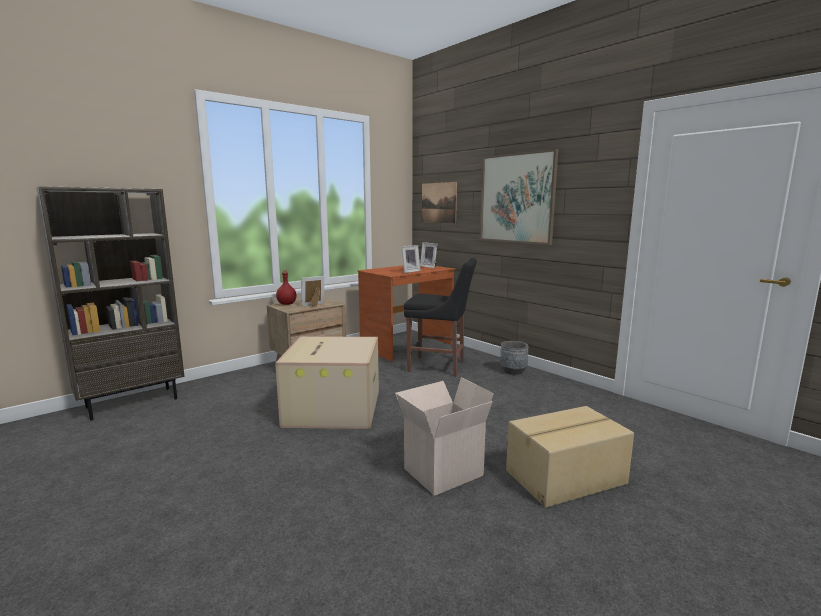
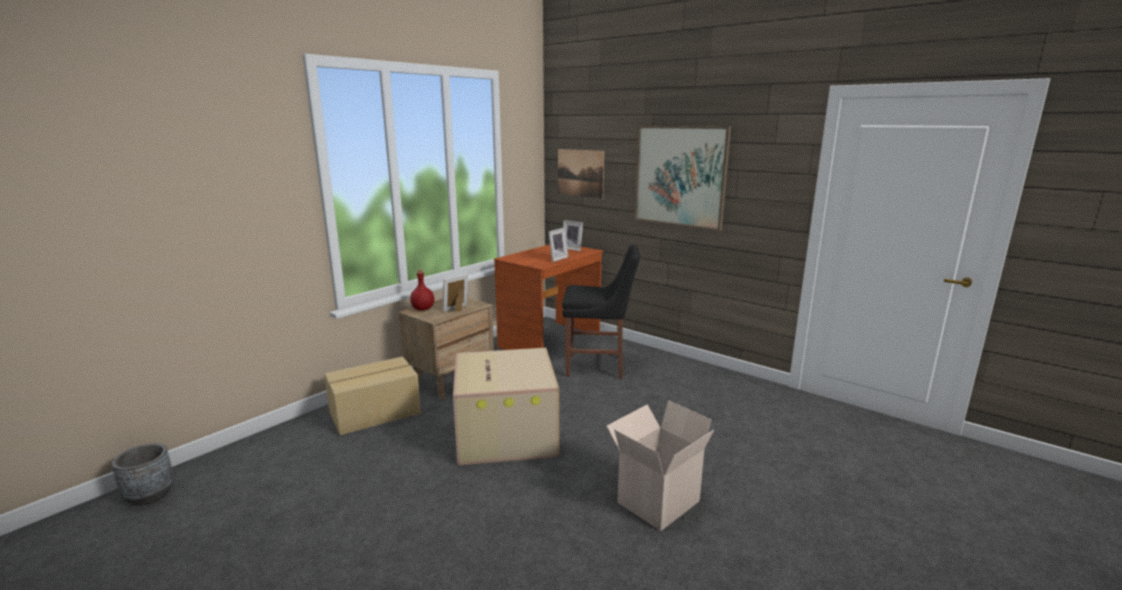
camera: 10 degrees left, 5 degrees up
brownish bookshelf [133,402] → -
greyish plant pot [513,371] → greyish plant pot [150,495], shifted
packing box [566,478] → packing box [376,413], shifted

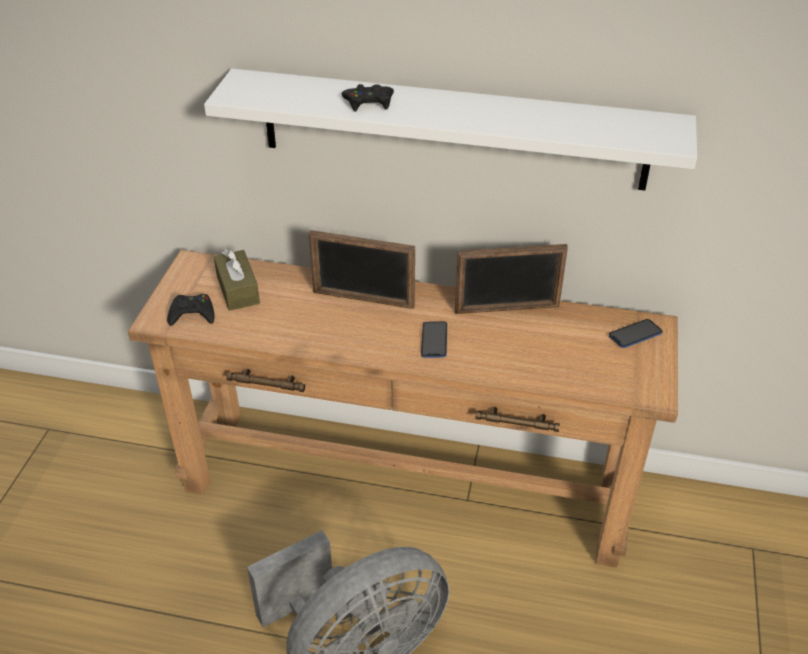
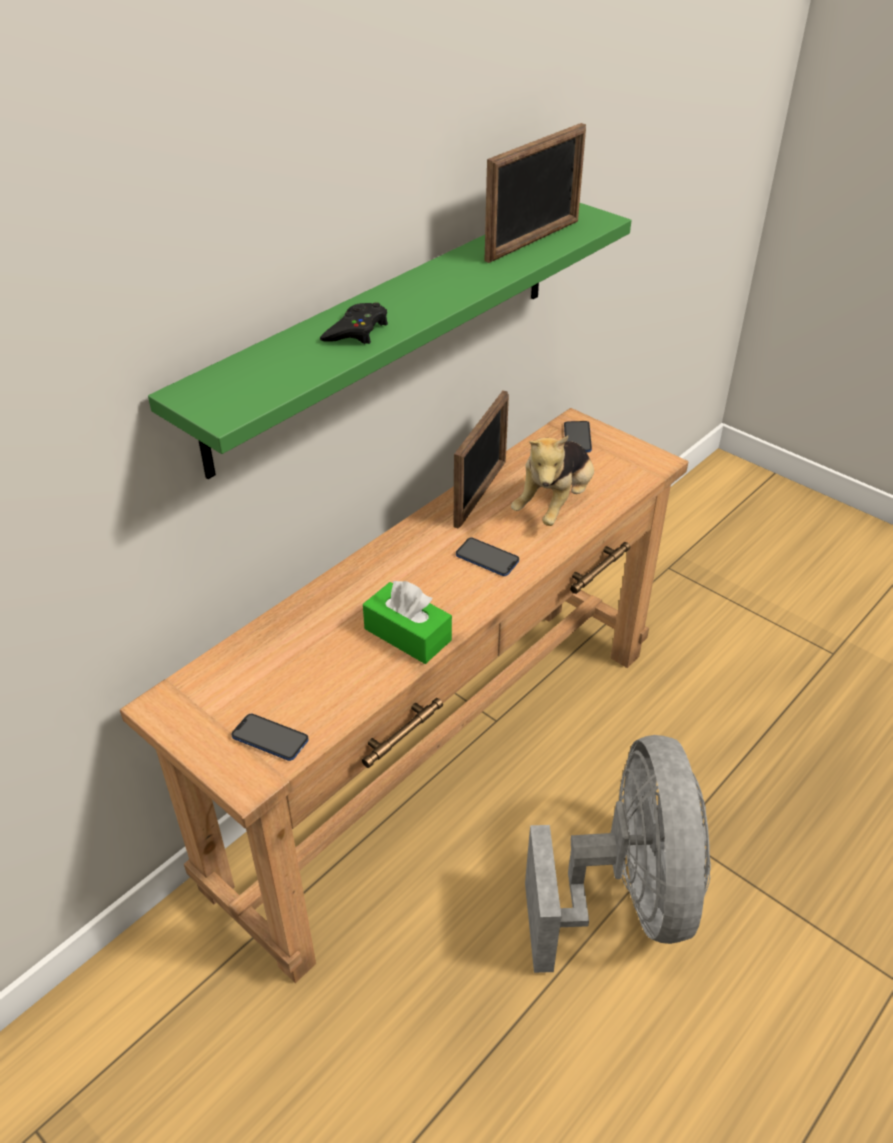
camera: 60 degrees left, 0 degrees up
white-coloured bracket shelf [452,129] → green bracket shelf [389,329]
standing frame [363,299] → standing frame [533,241], shifted
brownish tissue box [238,289] → -
black gamepad [192,314] → phone [270,738]
- → soft toy [554,504]
- → green tissue box [407,634]

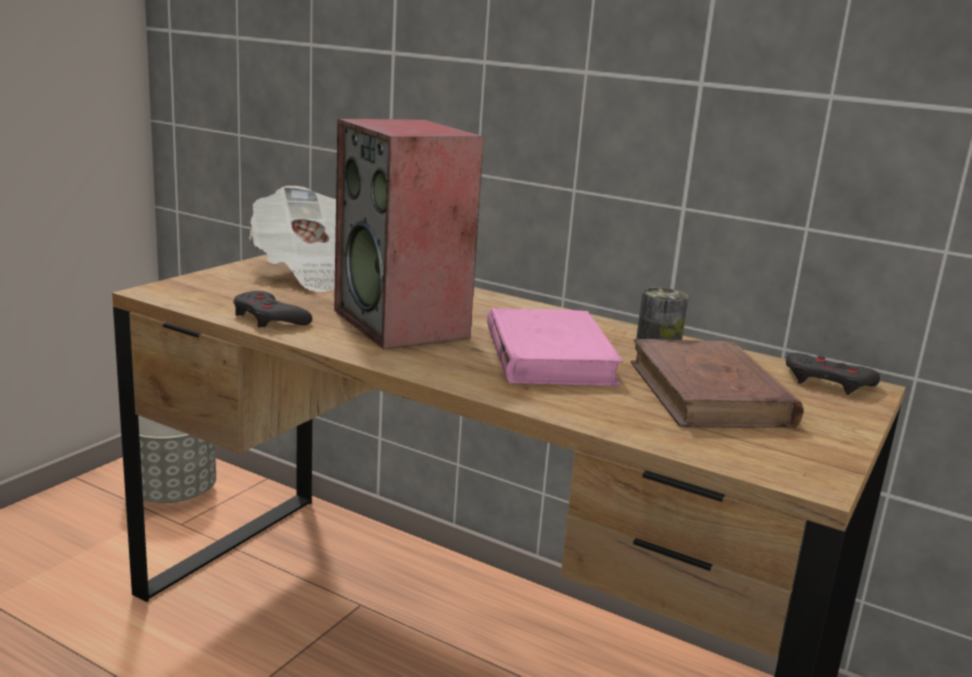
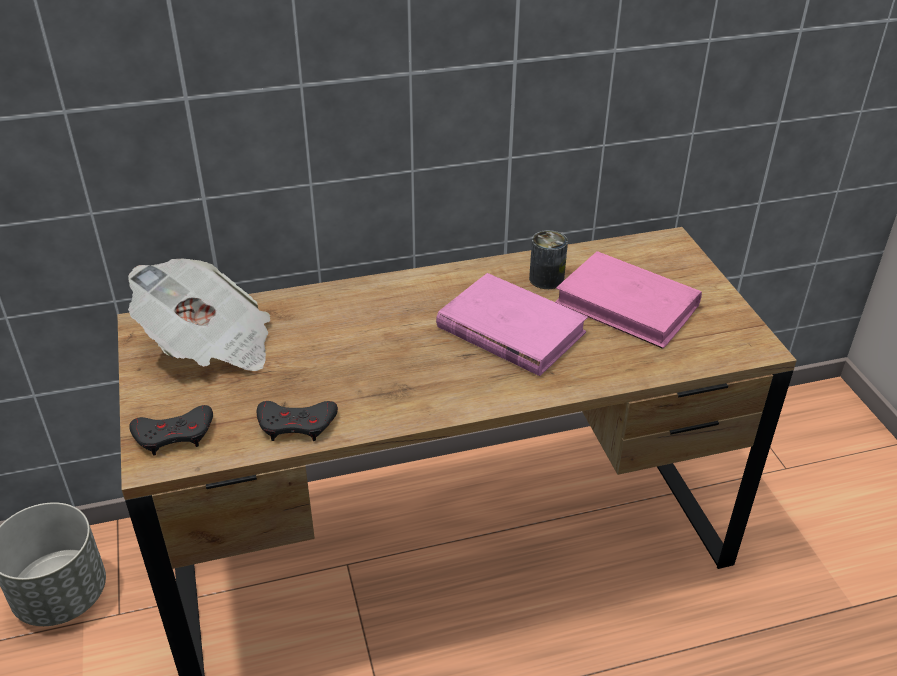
camera: 45 degrees left, 20 degrees up
loudspeaker [403,324] → -
brownish volume [709,393] → pinkish volume [627,305]
greyish gamepad [828,382] → greyish gamepad [174,435], shifted

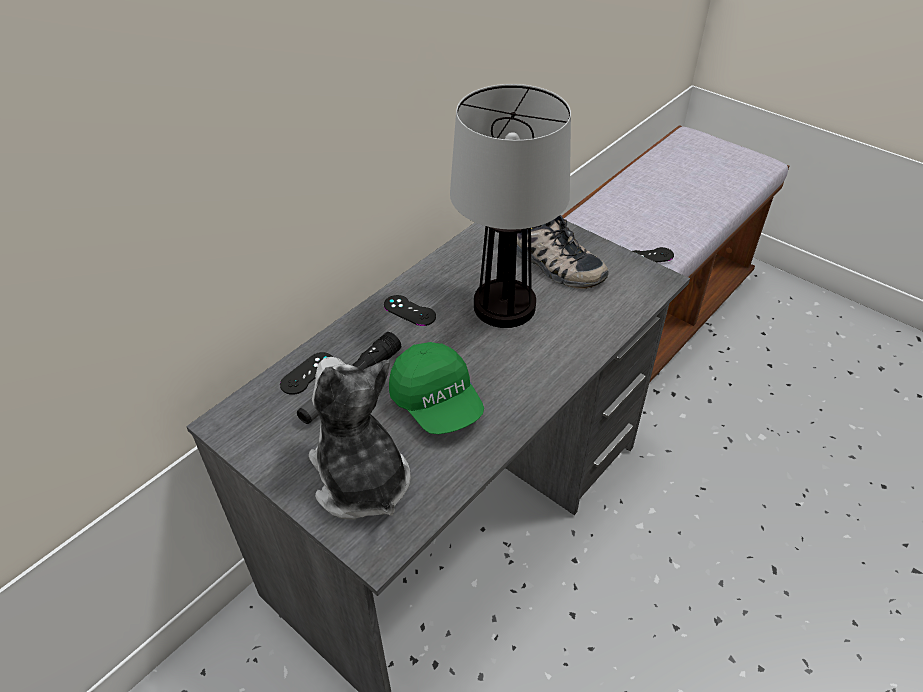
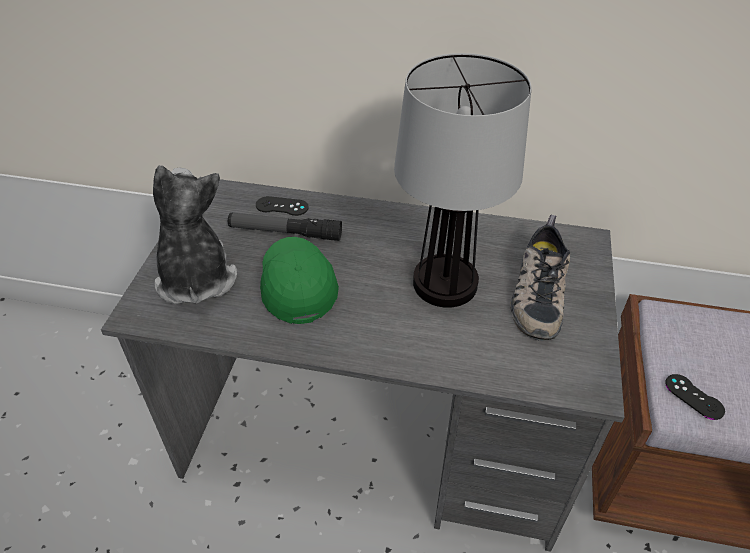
camera: 60 degrees right, 0 degrees up
black gamepad [409,311] → -
green baseball cap [437,403] → green baseball cap [297,287], 135 degrees clockwise
soft toy [360,479] → soft toy [196,277], 45 degrees counterclockwise

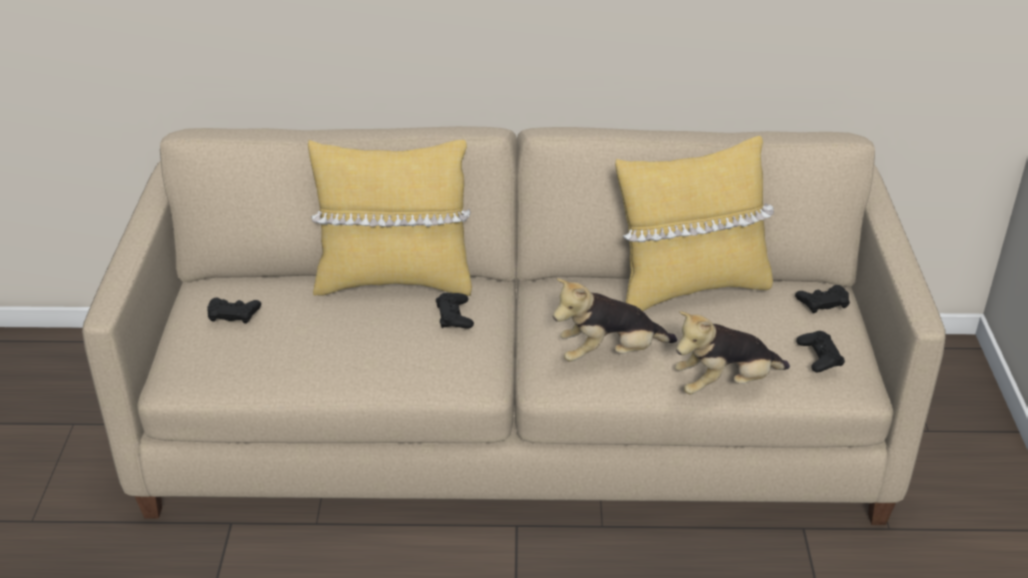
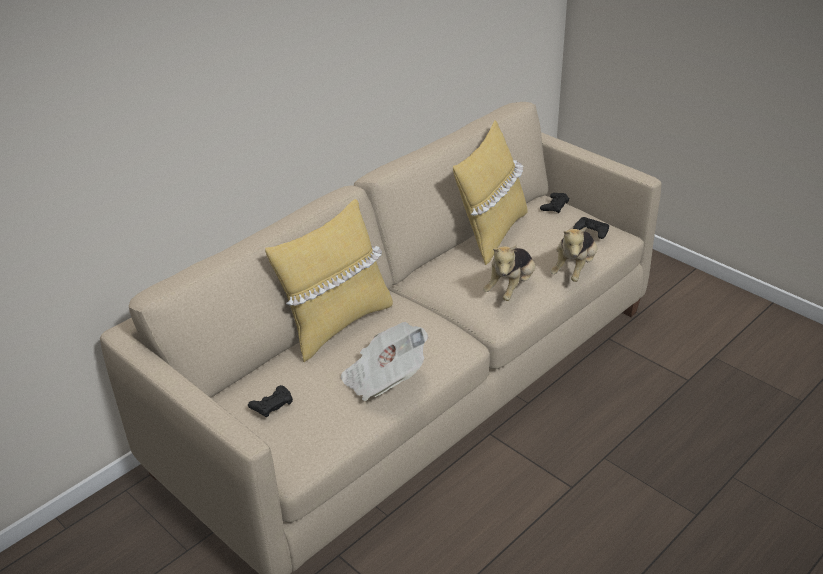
camera: 45 degrees left, 0 degrees up
black gamepad [454,316] → -
- → newspaper [384,378]

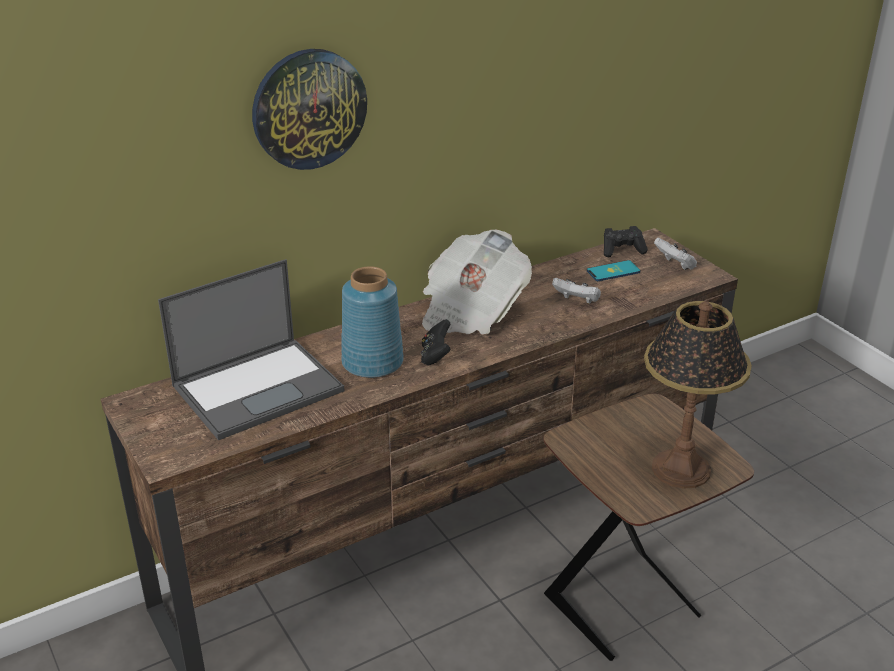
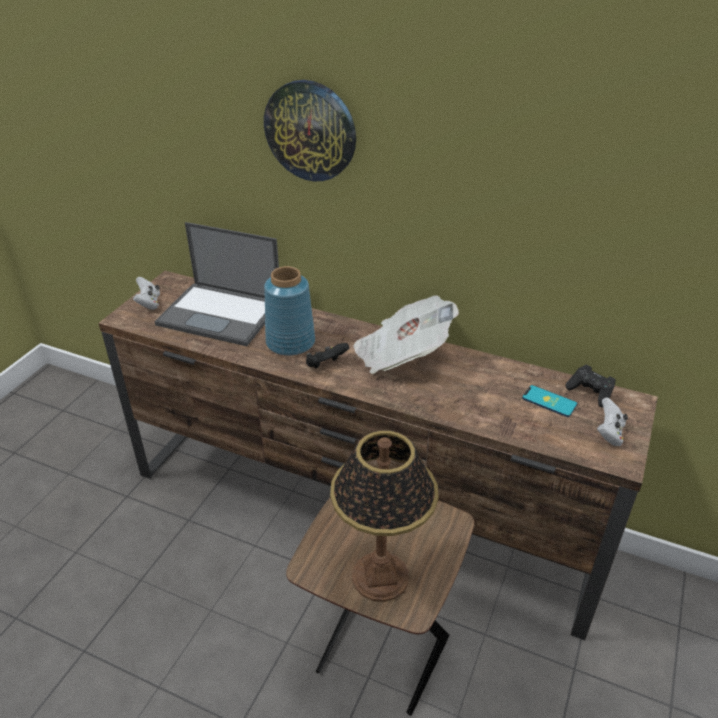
camera: 55 degrees right, 5 degrees up
white-coloured gamepad [577,301] → white-coloured gamepad [149,303], shifted

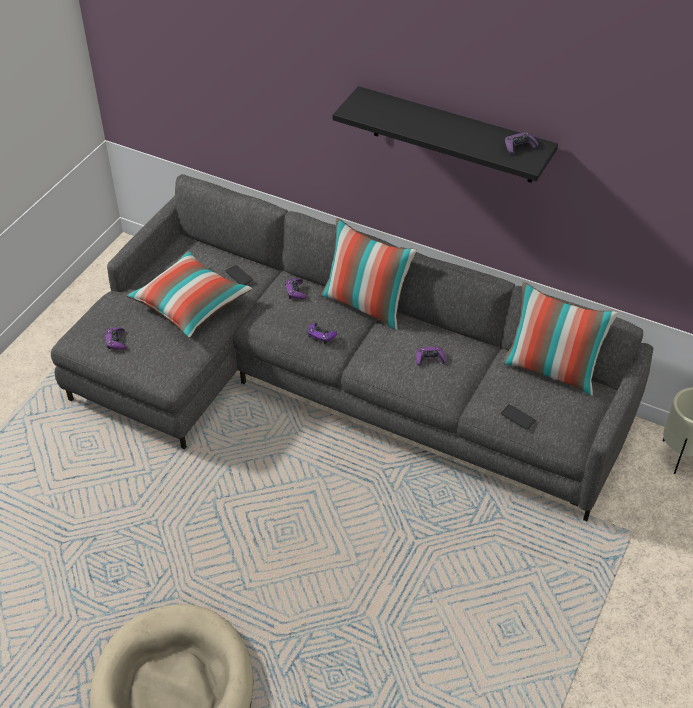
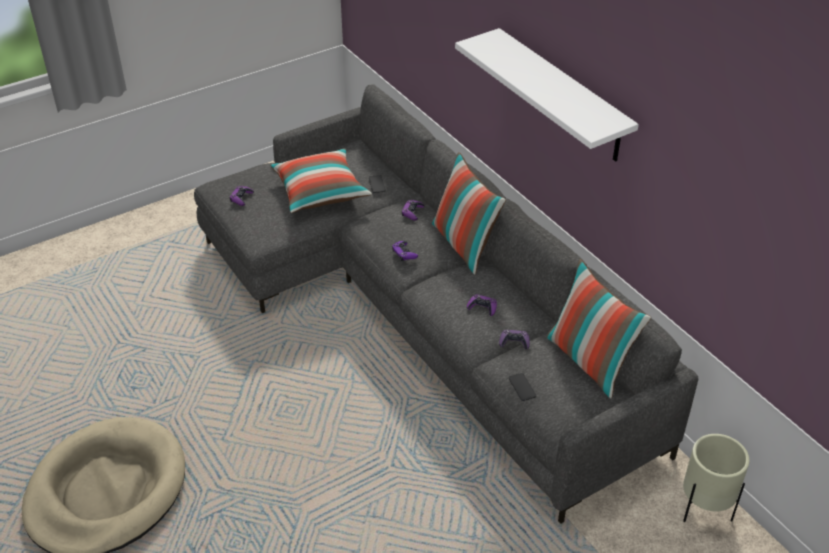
camera: 30 degrees right, 5 degrees down
black bracket shelf [453,136] → white-coloured bracket shelf [562,96]
purple-coloured gamepad [519,146] → purple-coloured gamepad [514,342], shifted

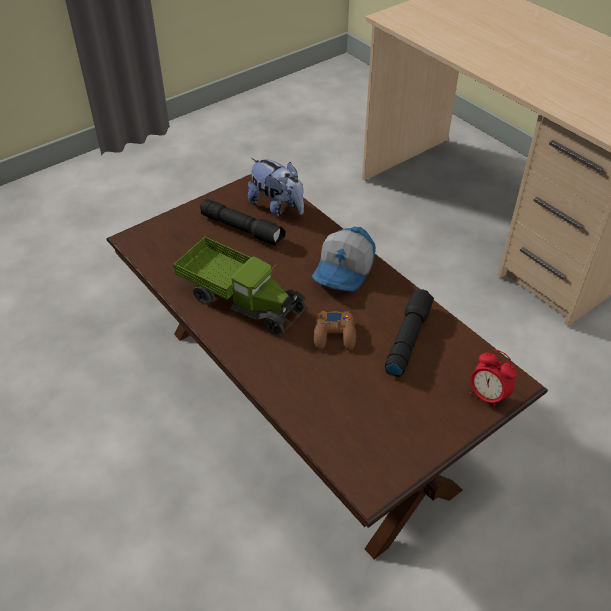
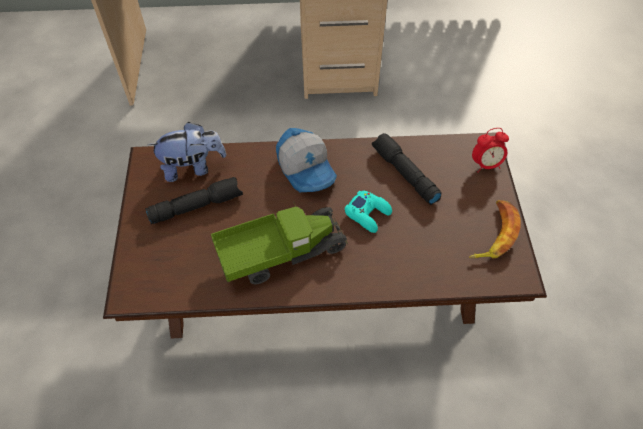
camera: 55 degrees left, 10 degrees up
brownish gamepad [335,335] → turquoise-coloured gamepad [368,214]
- → banana fruit [494,234]

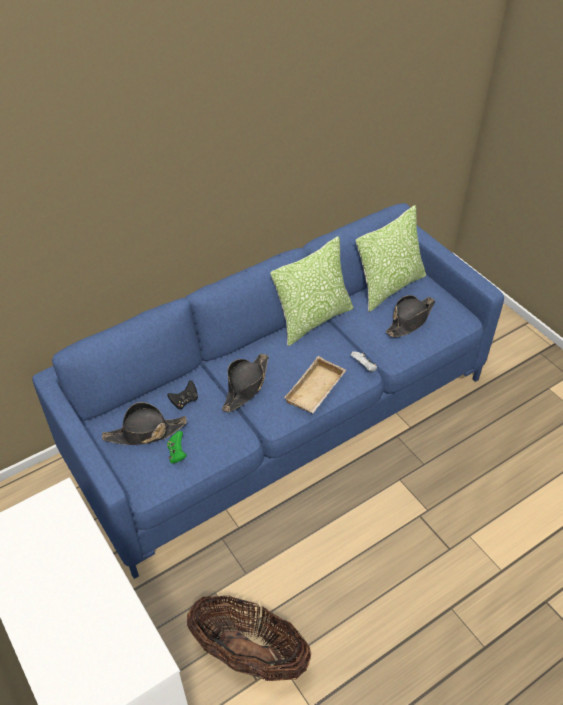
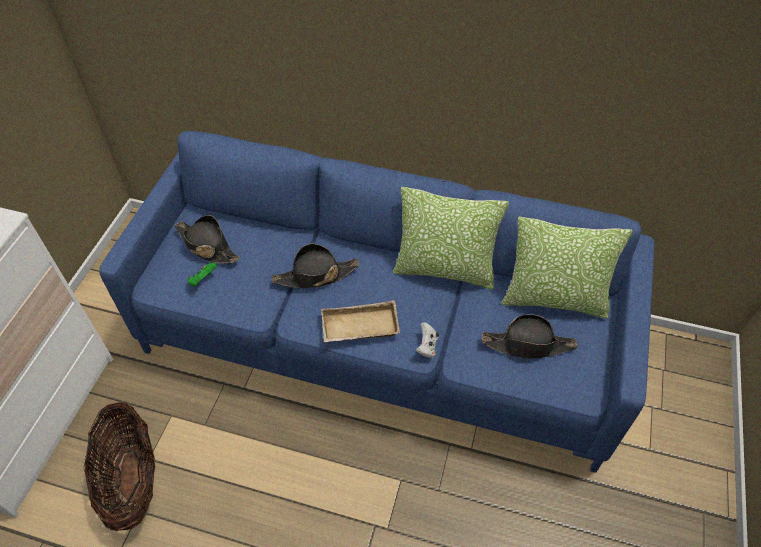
camera: 50 degrees right, 5 degrees up
black gamepad [184,401] → -

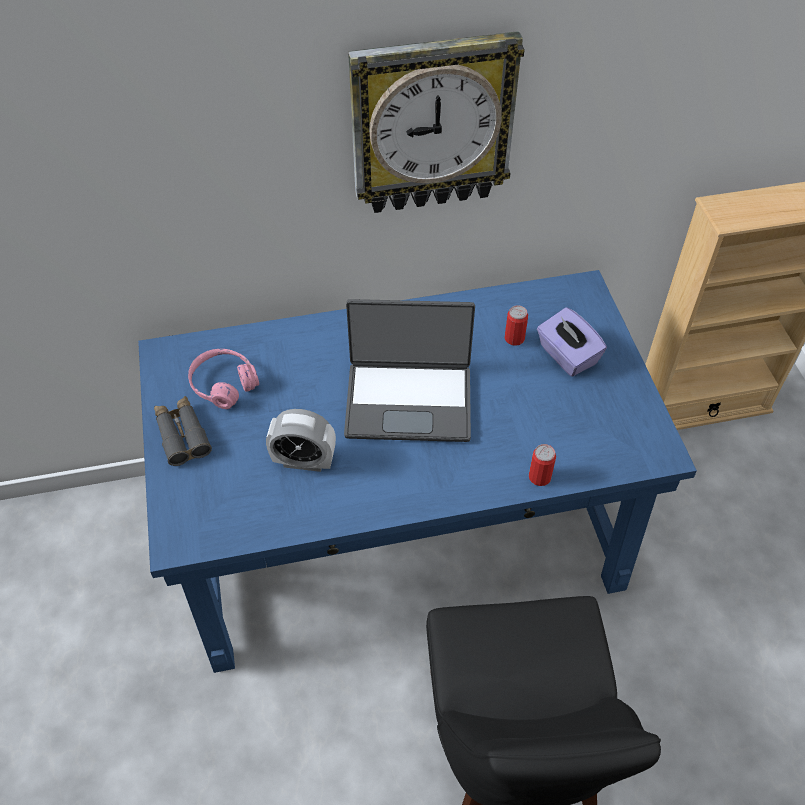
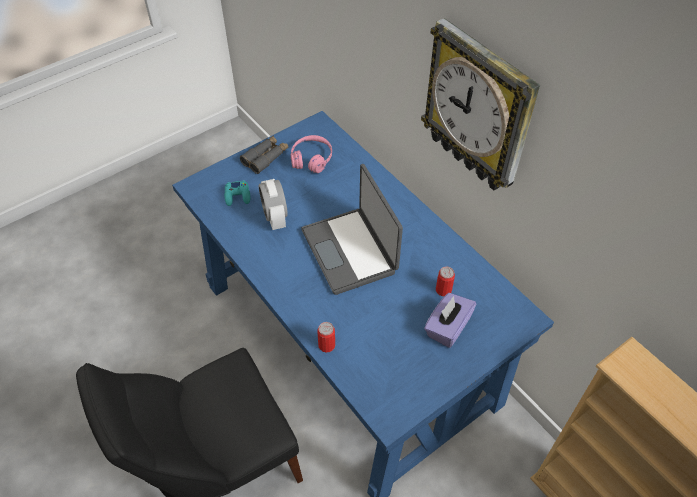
camera: 65 degrees right, 0 degrees up
- → turquoise-coloured gamepad [238,196]

